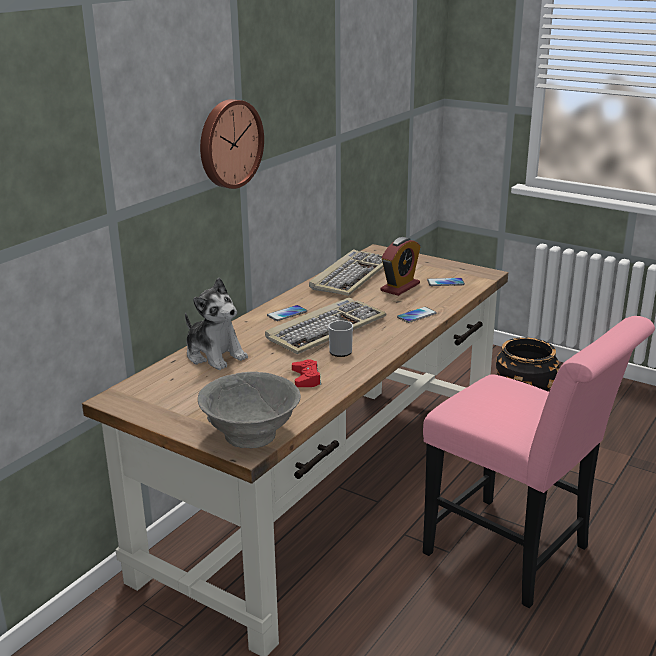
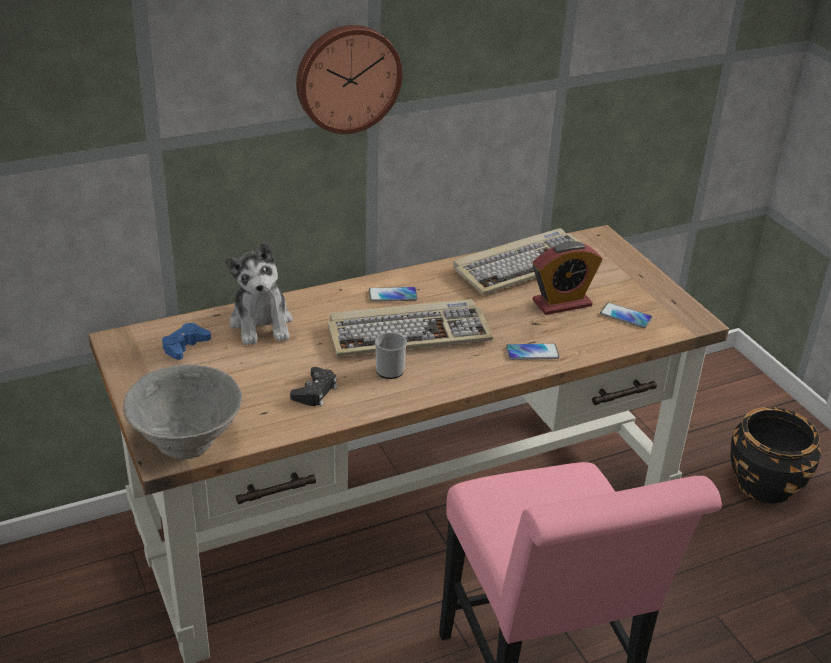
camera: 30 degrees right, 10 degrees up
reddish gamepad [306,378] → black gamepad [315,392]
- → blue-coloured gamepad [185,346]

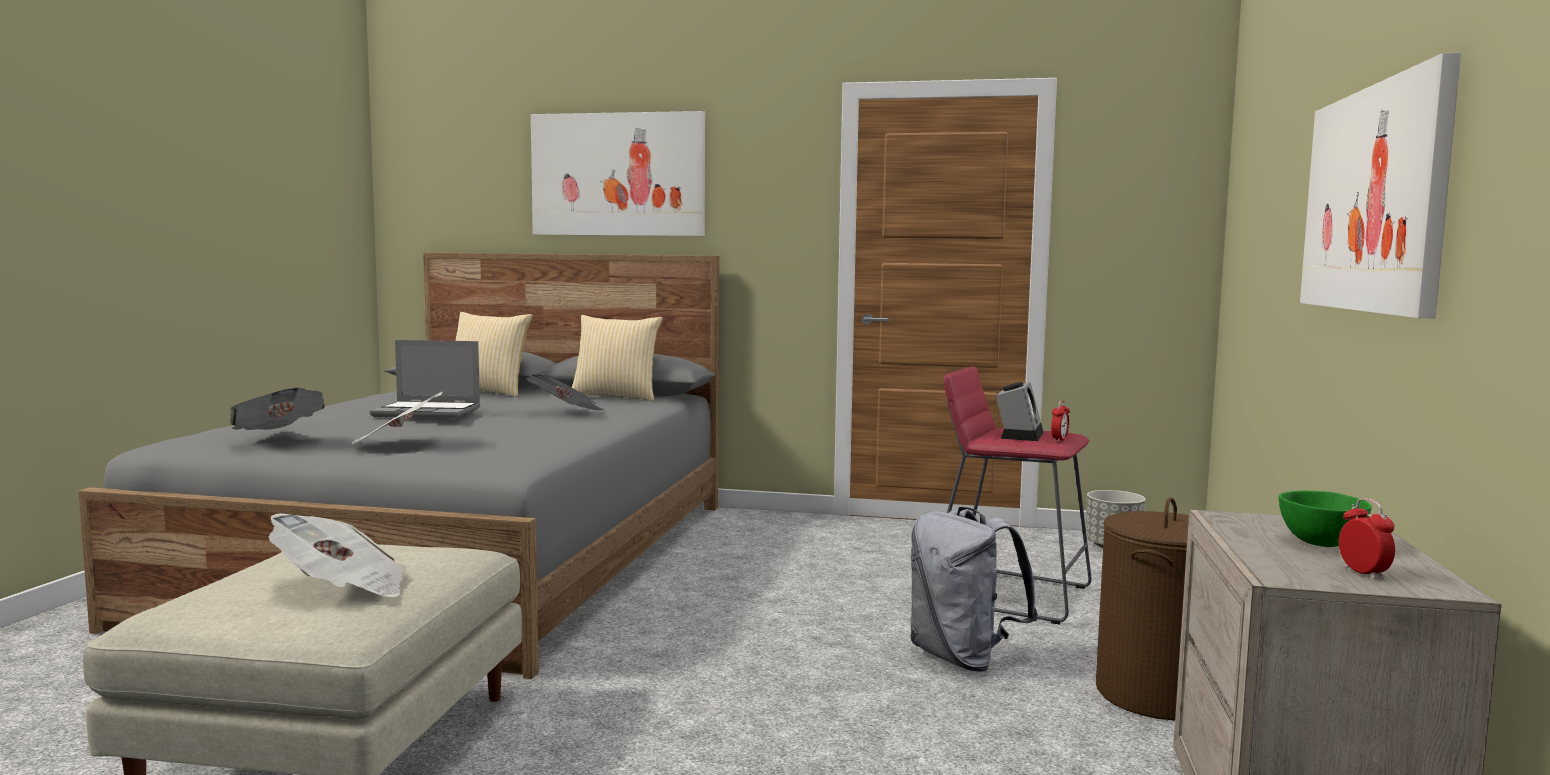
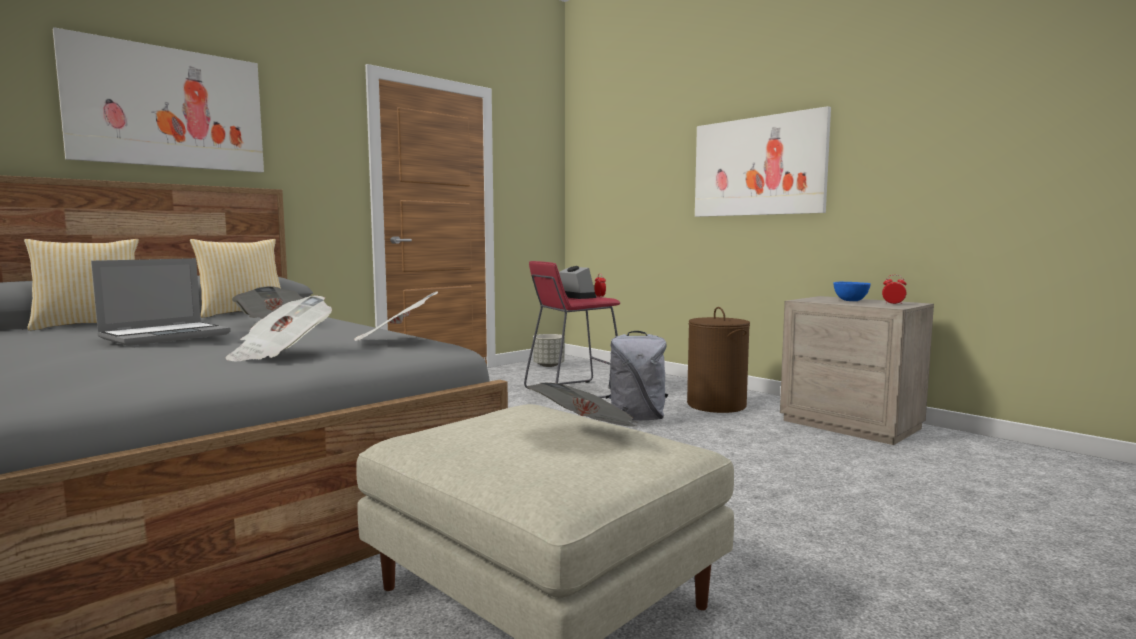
camera: 55 degrees left, 0 degrees up
newspaper [278,435] → newspaper [394,340], shifted
green serving bowl [1320,543] → blue-coloured serving bowl [850,301]

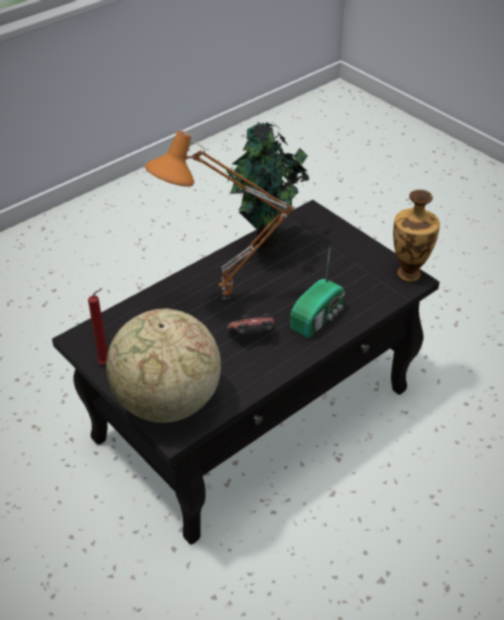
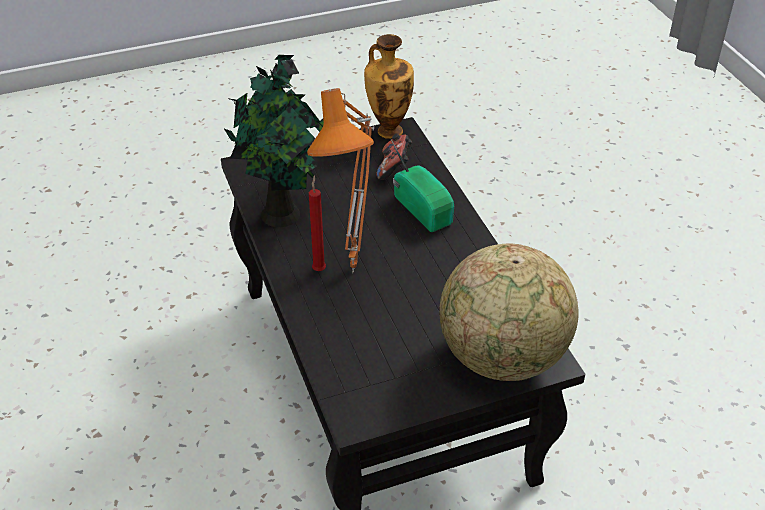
camera: 70 degrees left, 0 degrees up
reddish wax light [106,363] → reddish wax light [319,269], shifted
gamepad [252,337] → gamepad [394,168], shifted

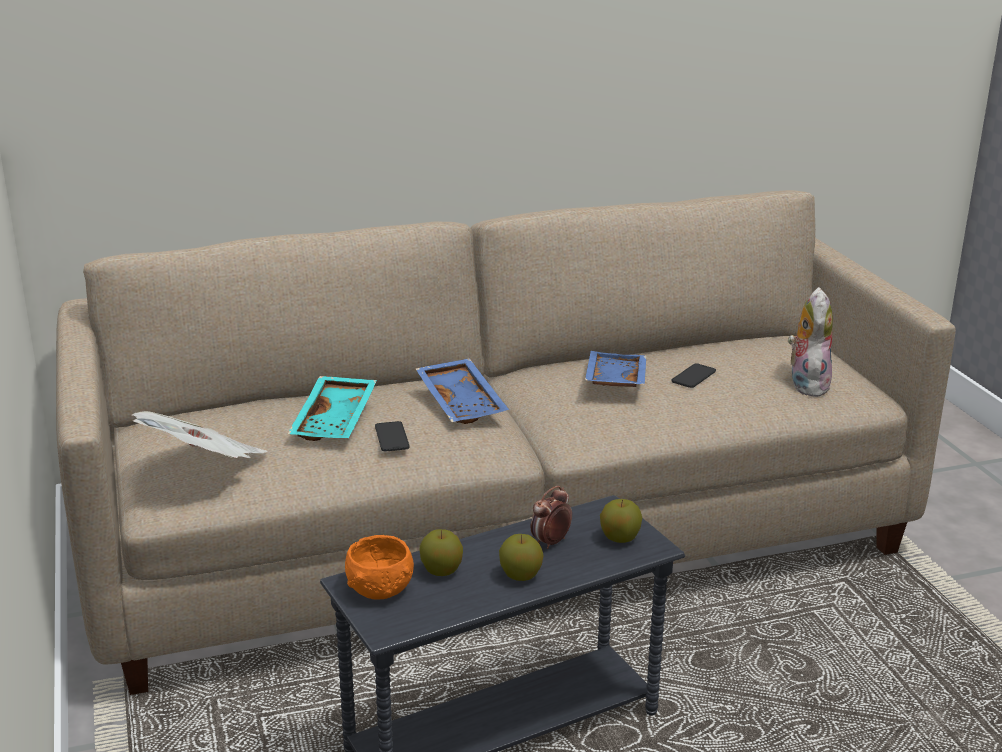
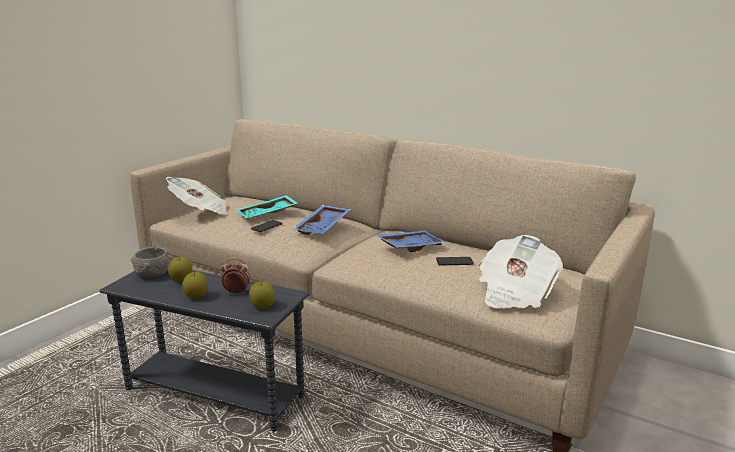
camera: 50 degrees right, 5 degrees down
soft toy [806,384] → newspaper [514,293]
orange-coloured serving bowl [380,588] → greyish serving bowl [153,273]

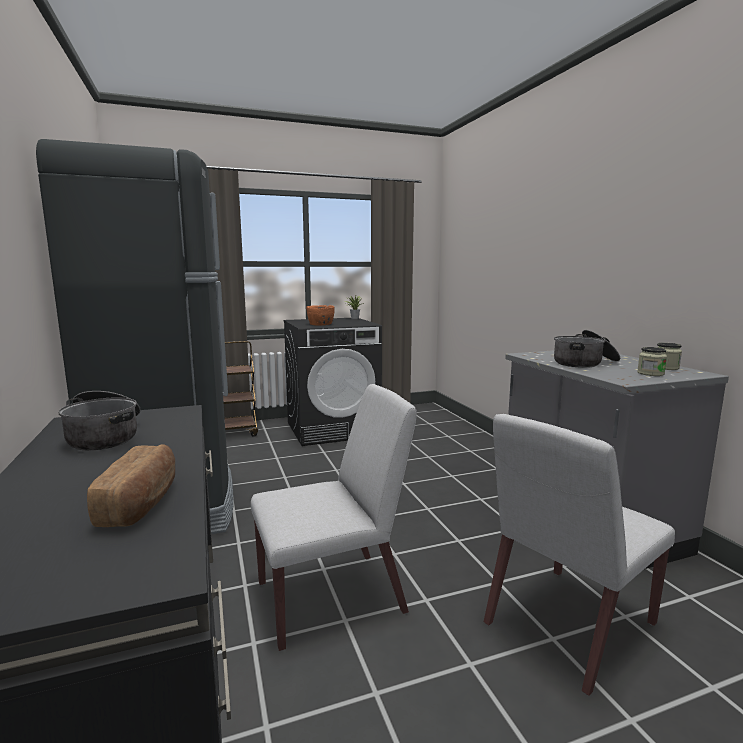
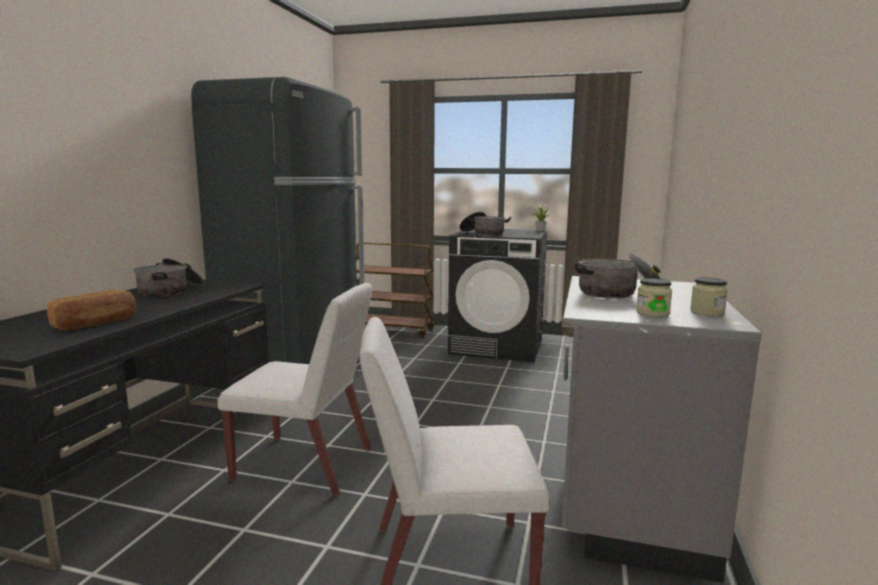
camera: 35 degrees right, 0 degrees up
orange-coloured serving bowl [320,324] → cooking pot [483,233]

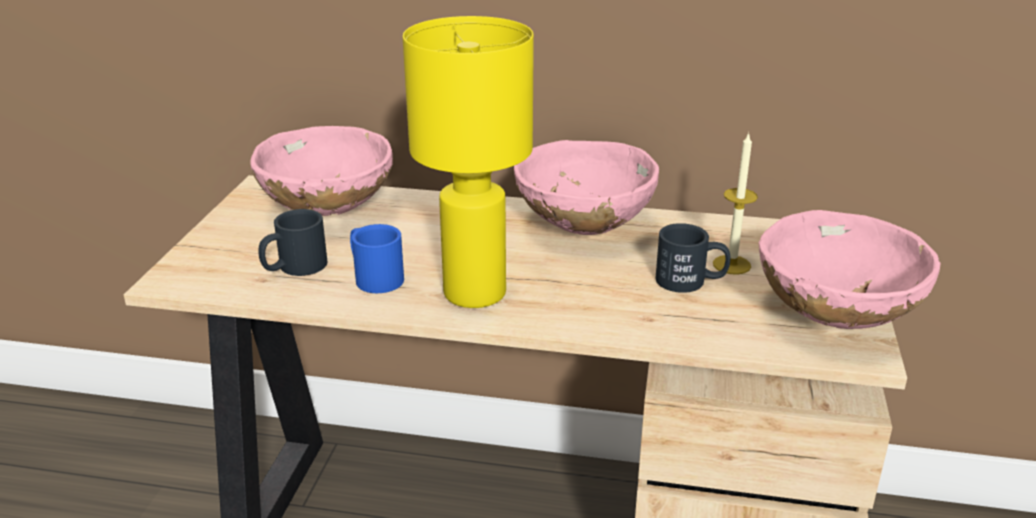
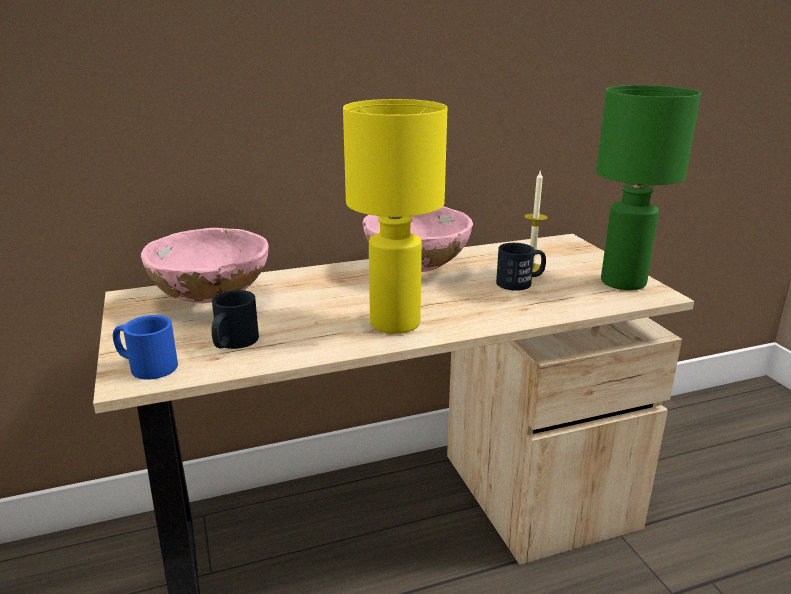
camera: 30 degrees left, 5 degrees down
pinkish serving bowl [833,319] → green table lamp [621,282]
blue-coloured coffee mug [373,276] → blue-coloured coffee mug [146,366], shifted

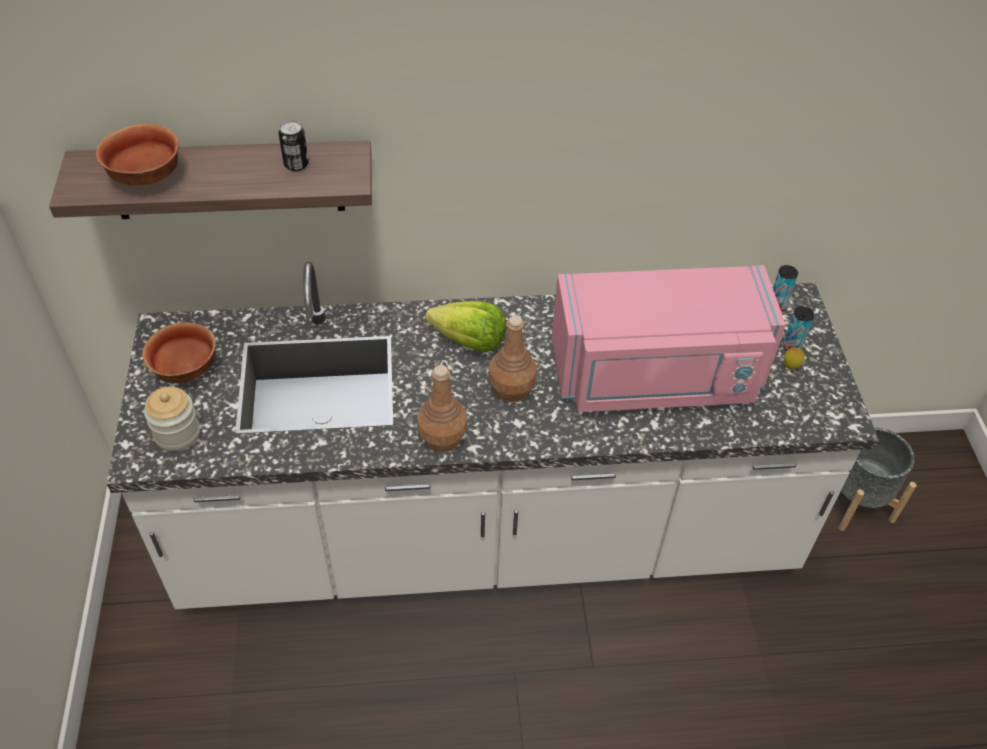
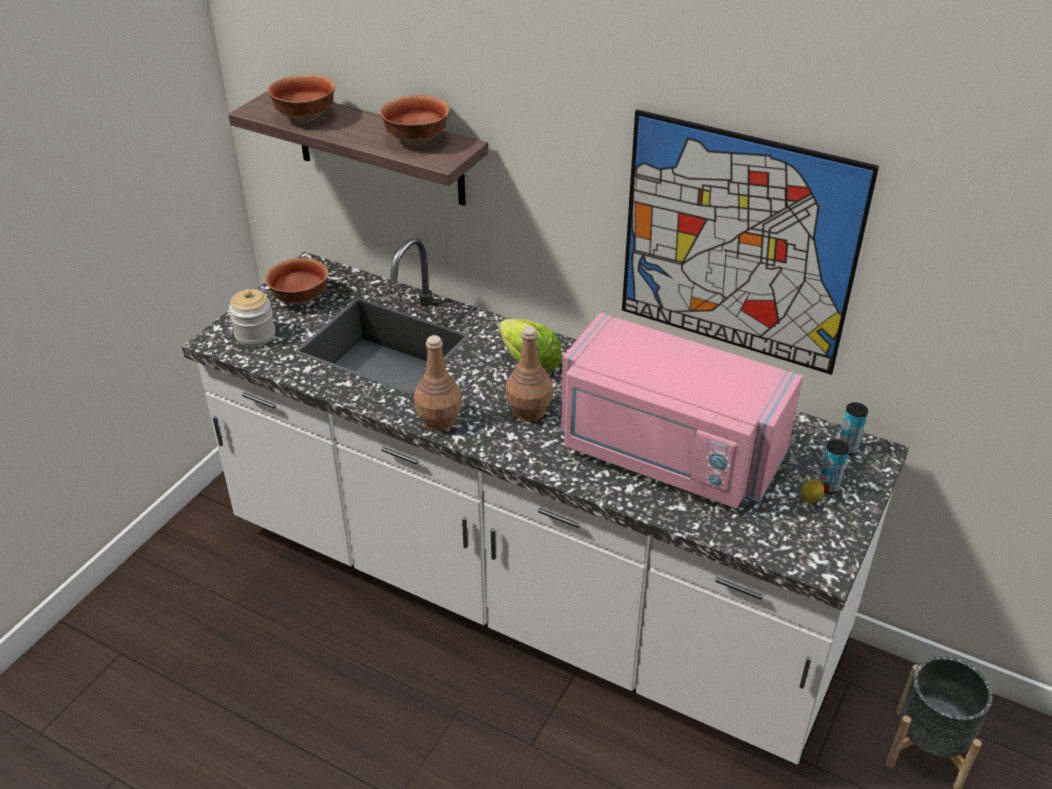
camera: 35 degrees right, 10 degrees down
can [296,164] → serving bowl [415,140]
- → picture [737,244]

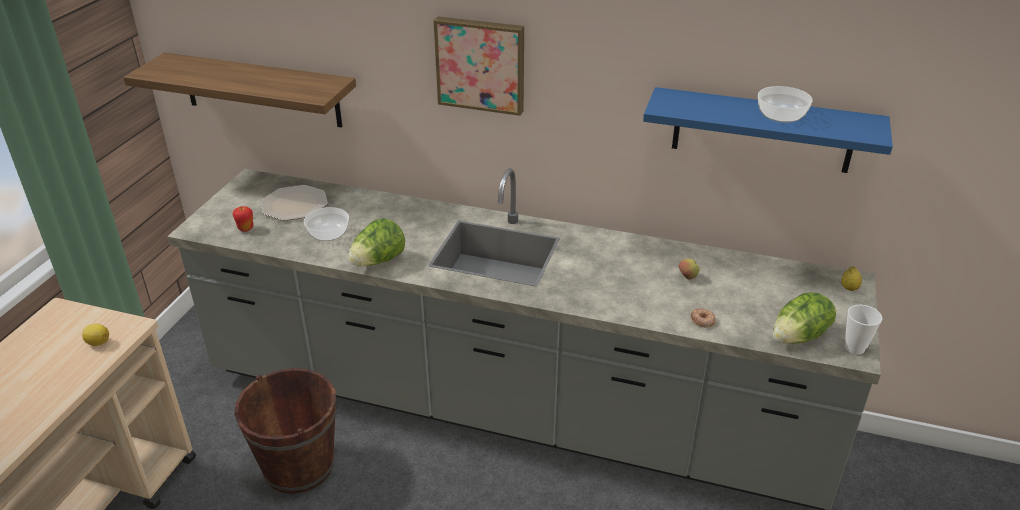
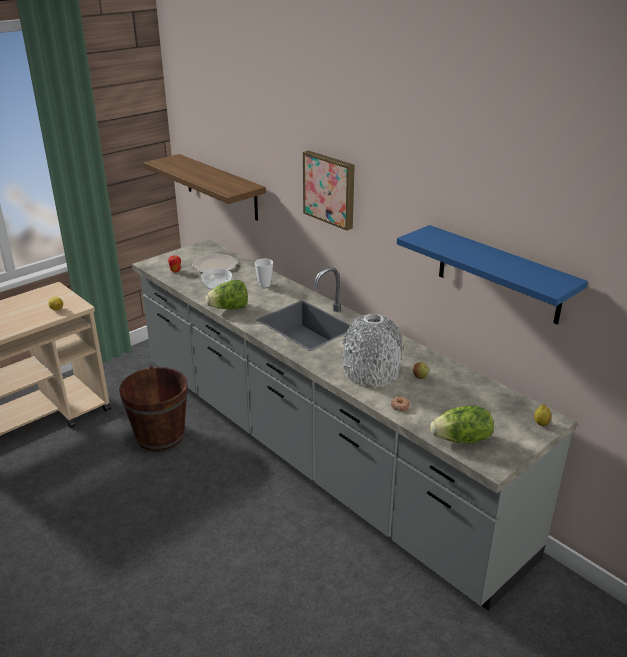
camera: 30 degrees right, 5 degrees down
serving bowl [782,115] → -
drinking cup [854,348] → drinking cup [264,285], shifted
- → greyish decorative vase [371,371]

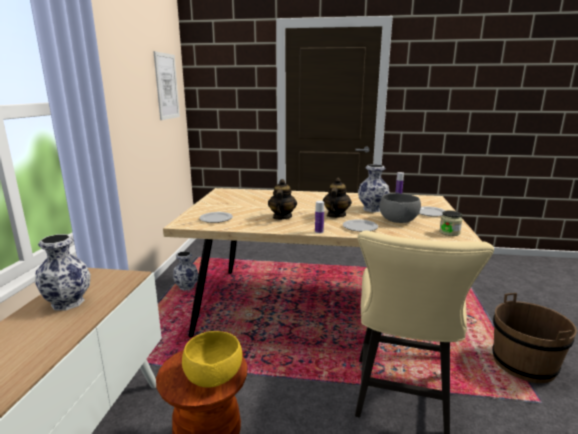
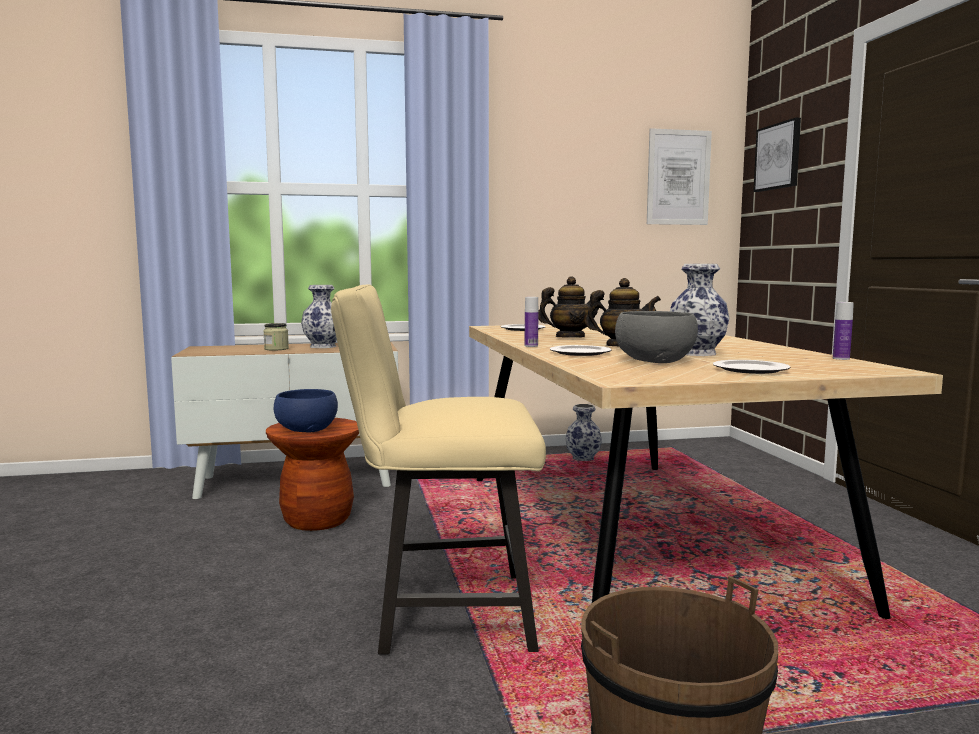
camera: 70 degrees right, 10 degrees down
preserve jar [449,233] → preserve jar [276,349], shifted
yellowish serving bowl [213,376] → blue-coloured serving bowl [306,430]
- → picture [778,156]

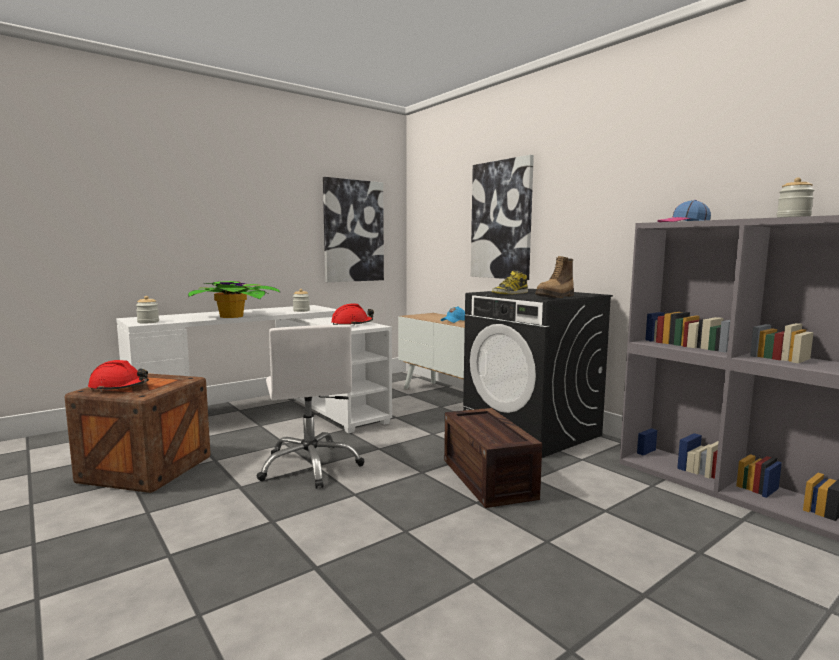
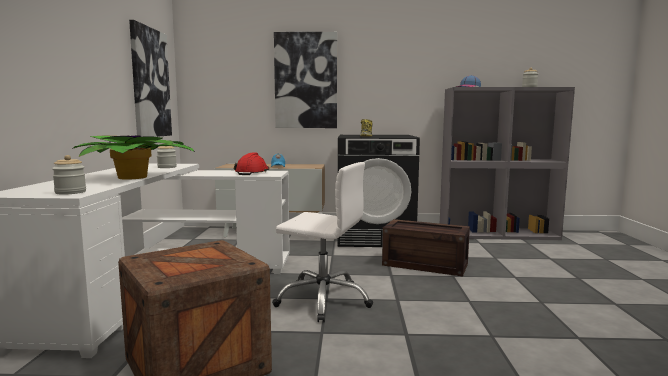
camera: 50 degrees left, 0 degrees up
high-top boot [556,297] → -
reddish work helmet [119,387] → -

